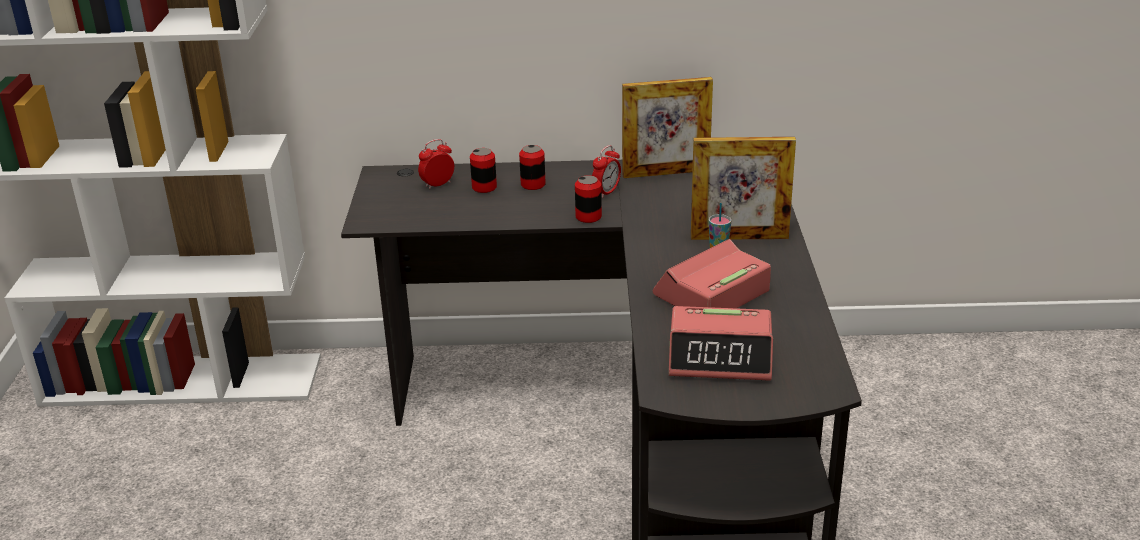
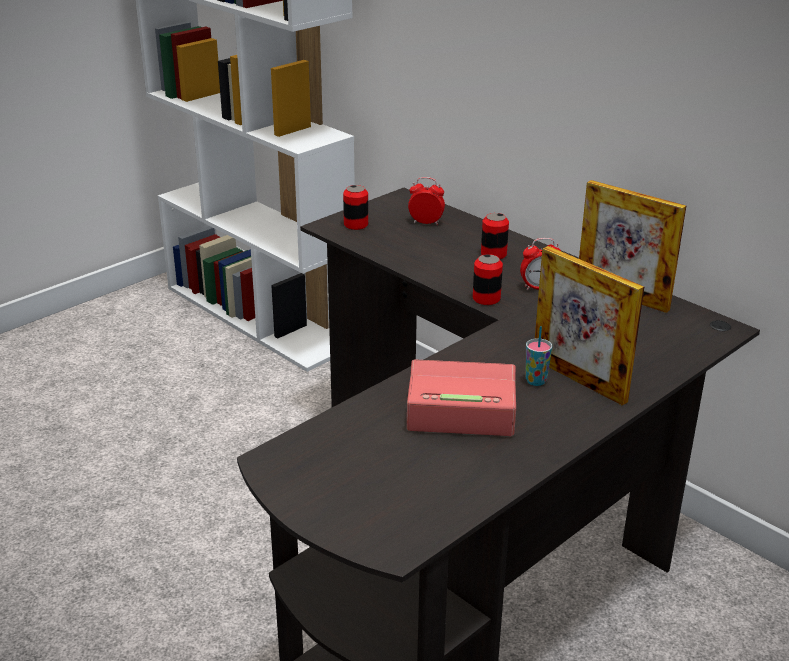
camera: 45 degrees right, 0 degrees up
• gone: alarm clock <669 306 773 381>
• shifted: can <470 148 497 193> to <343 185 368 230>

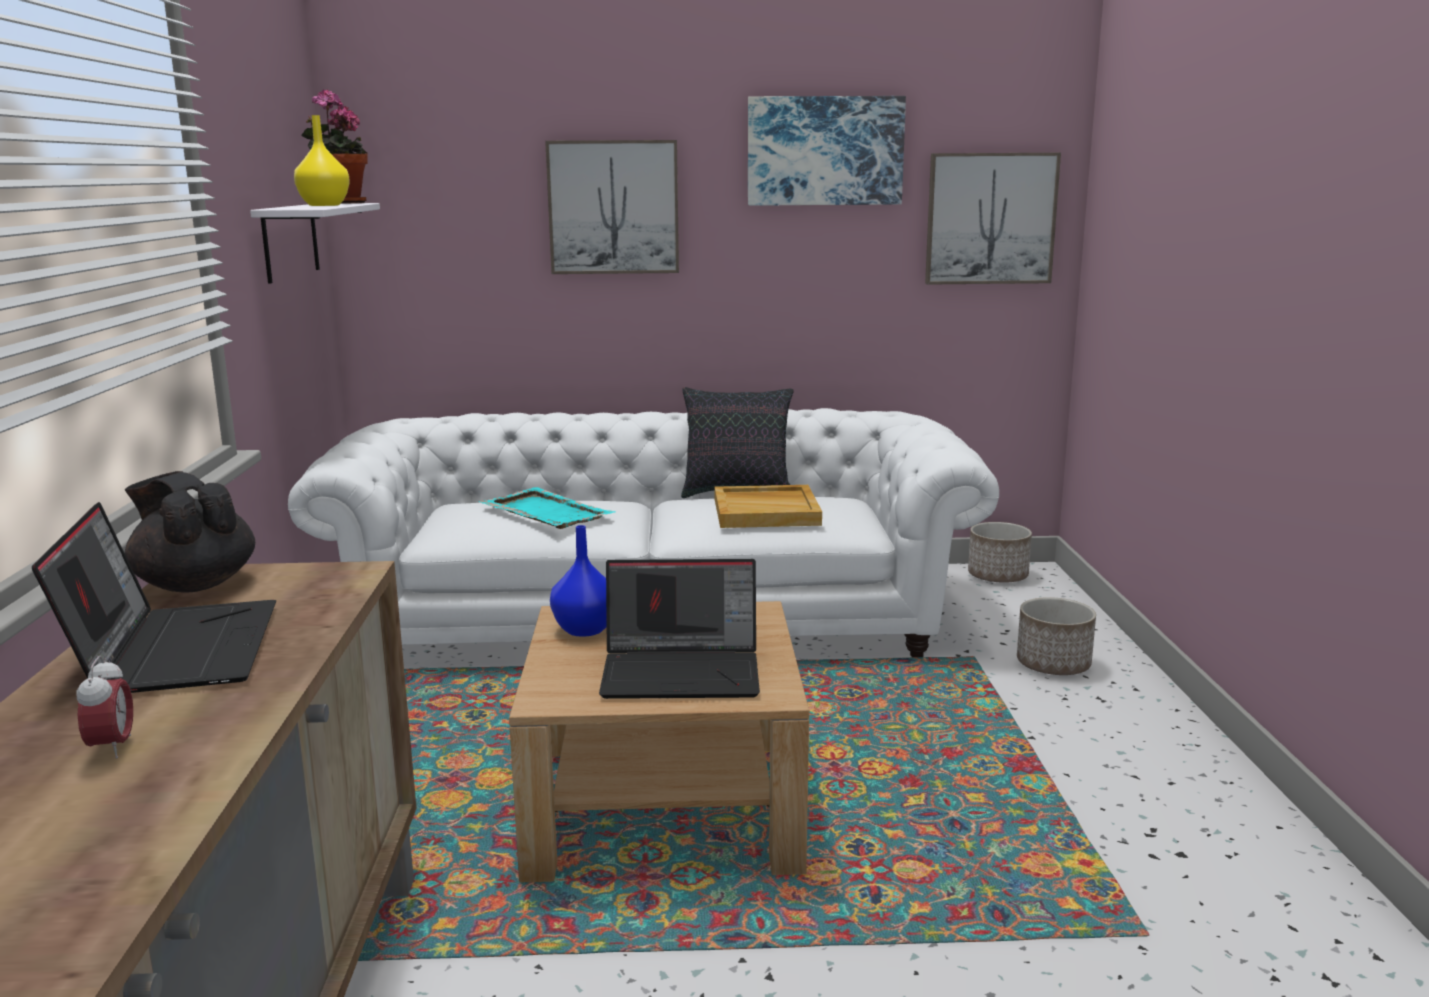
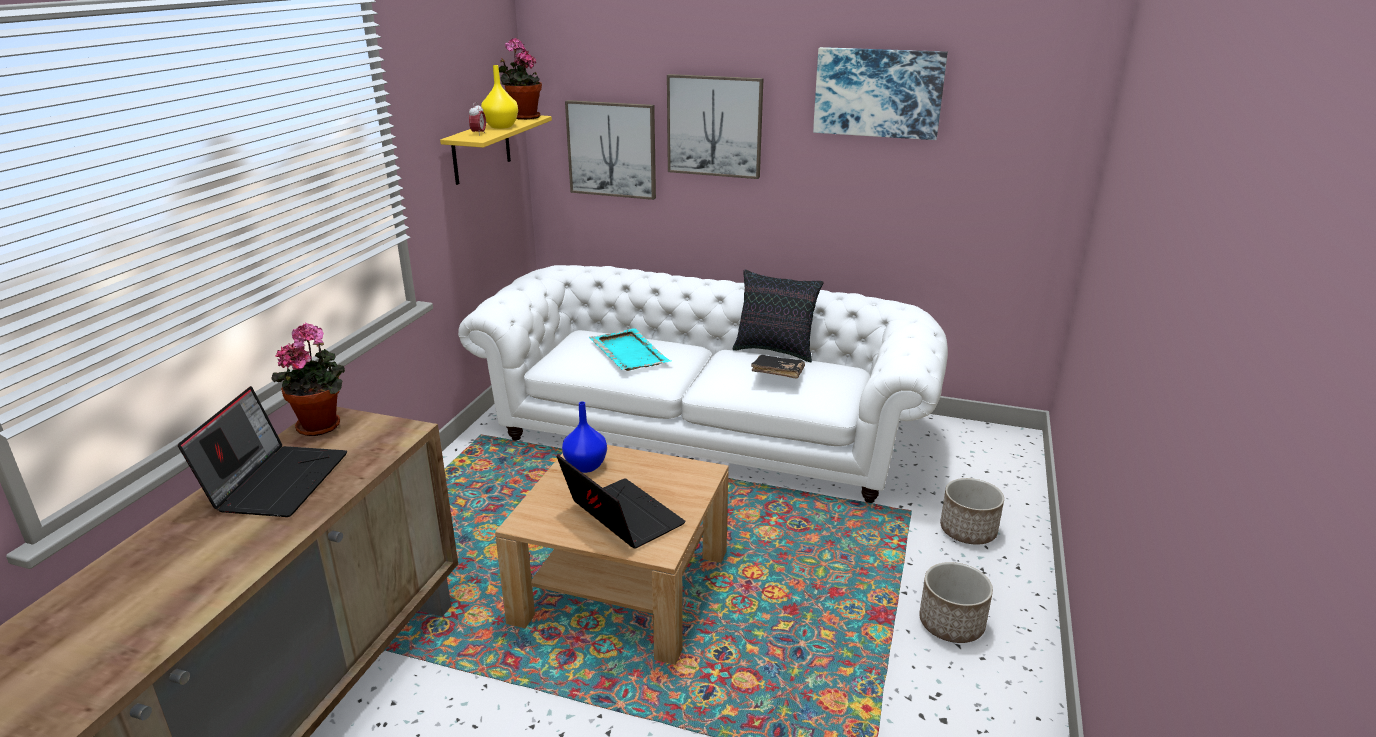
camera: 20 degrees right, 10 degrees up
• shifted: alarm clock <77 656 133 759> to <469 102 486 136>
• shifted: picture <925 153 1061 285> to <565 100 656 200>
• shifted: planter <968 522 1032 582> to <919 562 993 643>
• swapped: teapot in black <125 471 255 592> to potted plant <271 323 345 436>
• swapped: tray in beige <714 485 822 528> to book in black <751 354 805 379>
• repainted: shelf in white <250 203 380 284> to shelf in yellow <440 115 552 185>
• rotated: laptop <599 559 760 699> = <557 454 686 549> 150 degrees counterclockwise

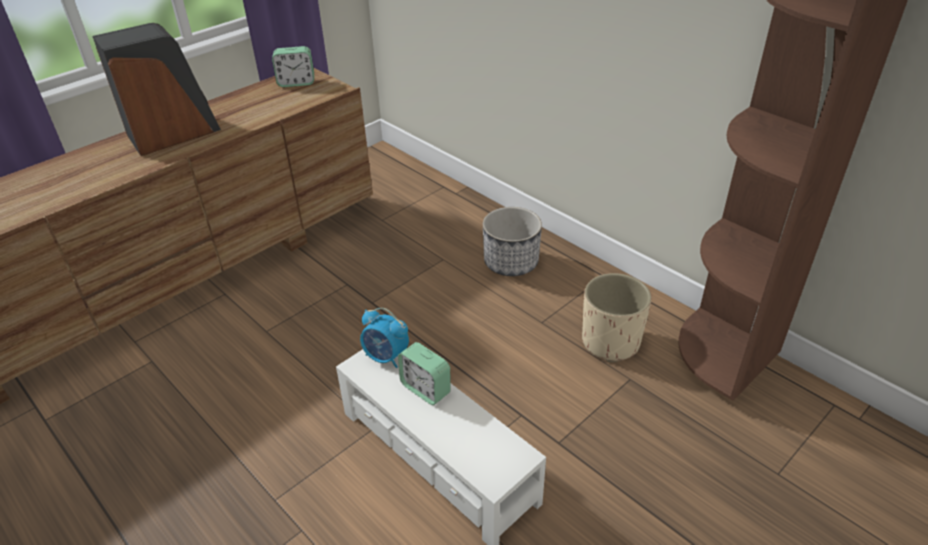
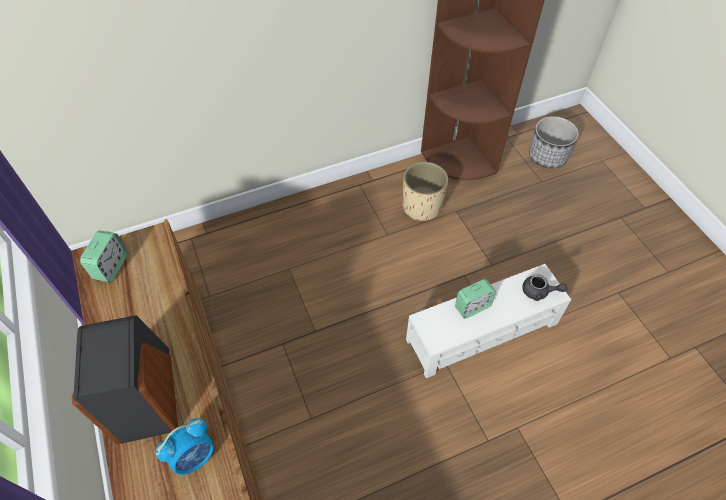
camera: 70 degrees left, 15 degrees up
• new: teapot in grey <522 274 568 301>
• shifted: alarm clock <360 308 409 368> to <155 418 215 476>
• shifted: planter <483 207 542 276> to <529 116 579 168>

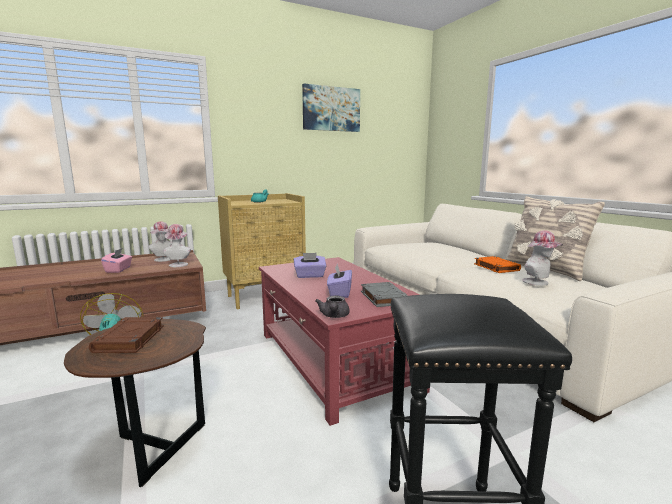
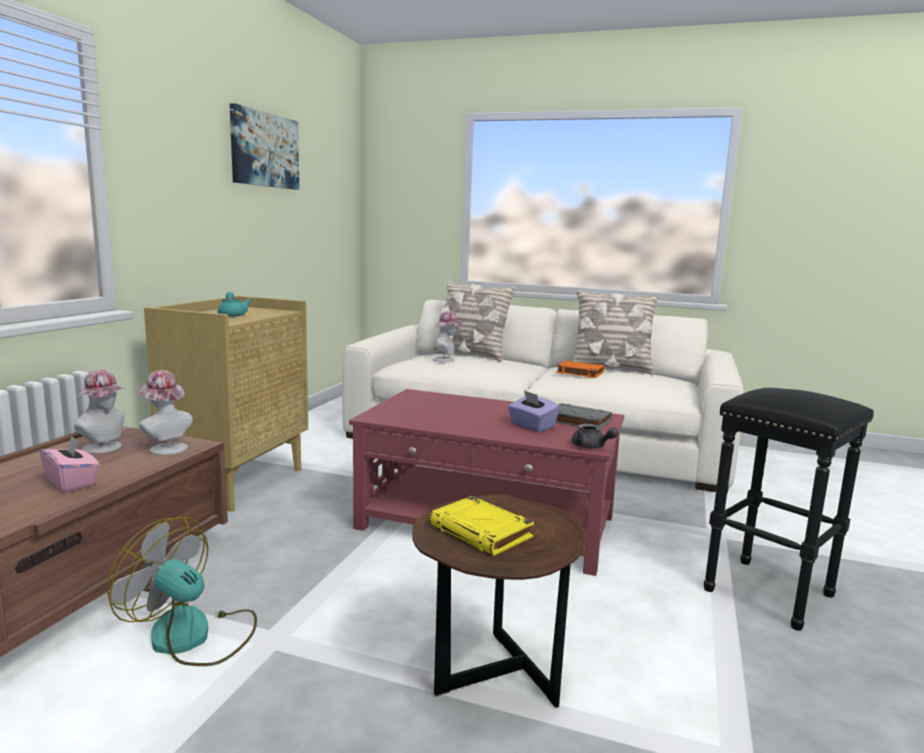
camera: 45 degrees left, 0 degrees up
• gone: tissue box in purple <294 253 326 278>
• new: pillow in beige <434 281 515 362>
• shifted: hat <522 230 563 286> to <433 311 463 362>
• repainted: book in brown <89 317 164 353> to book in yellow <429 496 534 556>

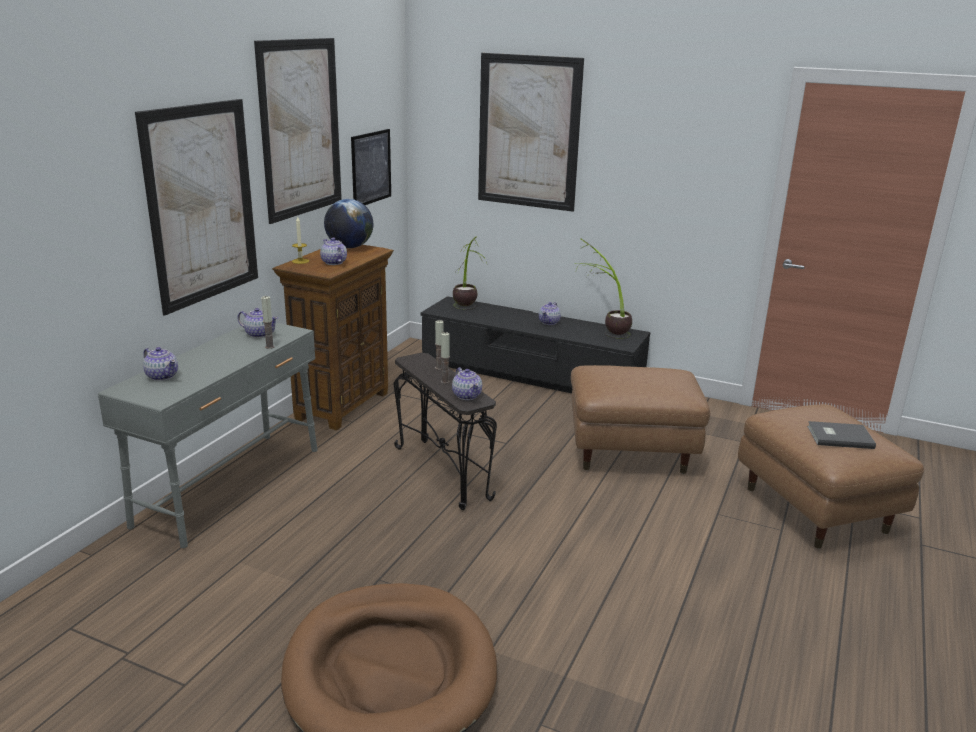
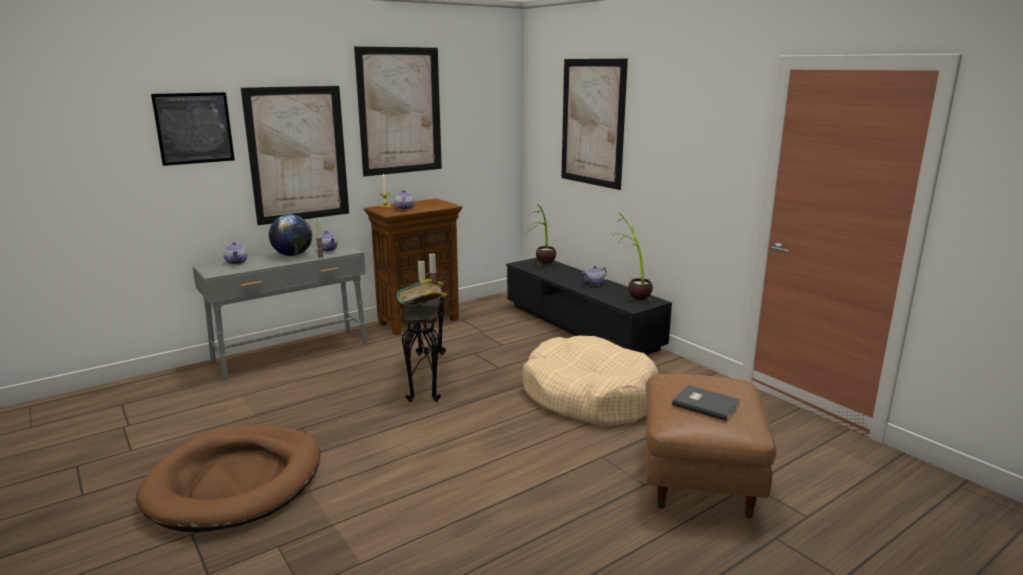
camera: 30 degrees right, 5 degrees down
• shifted: globe <324 199 373 248> to <269 215 312 256>
• shifted: picture <351 129 391 205> to <151 92 235 166>
• swapped: teapot <452 367 482 400> to book <397 279 447 306>
• swapped: ottoman in brown <571 365 710 474> to dog bed in beige <522 336 659 427>

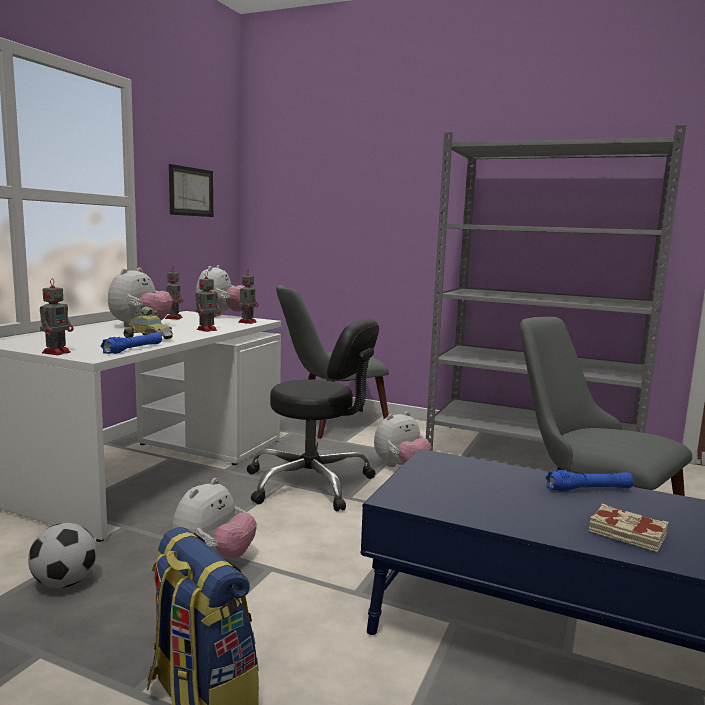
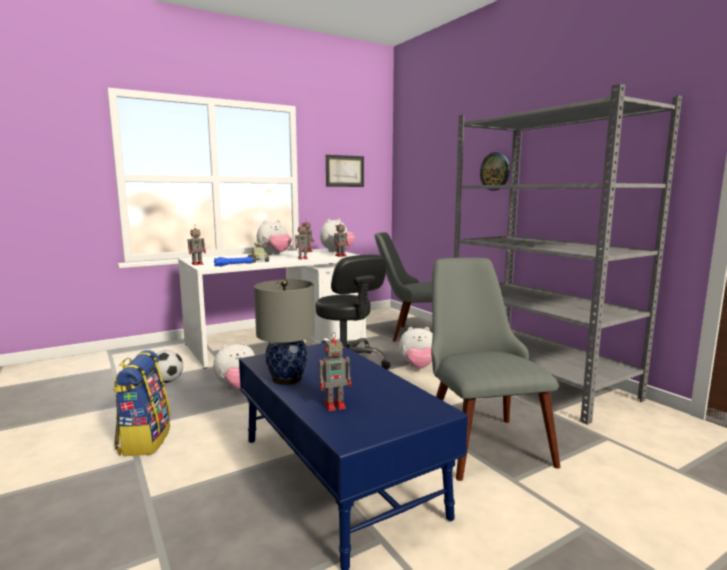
camera: 35 degrees right, 0 degrees up
• gone: flashlight in blue <545 470 633 492>
• new: table lamp in grey <254 279 315 385>
• new: wall clock <480 152 510 190>
• swapped: book in beige <589 504 669 552> to toy robot <319 332 351 411>

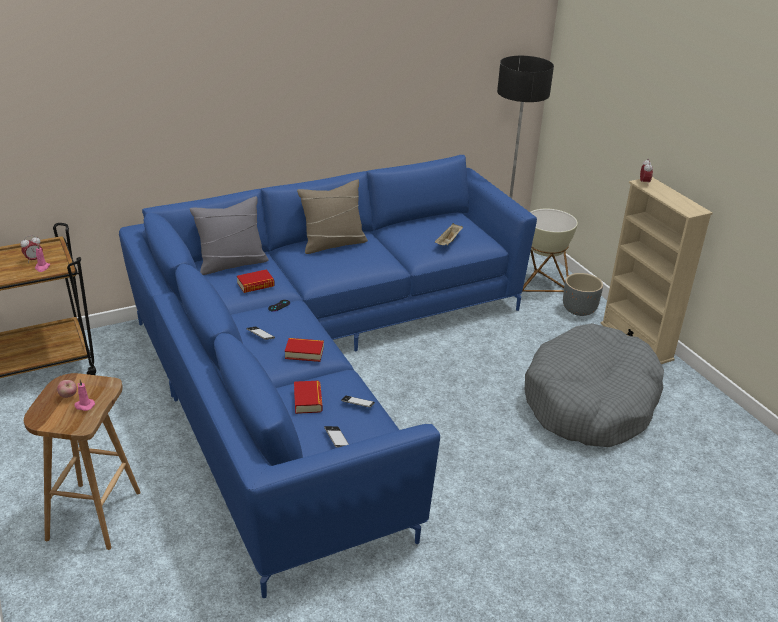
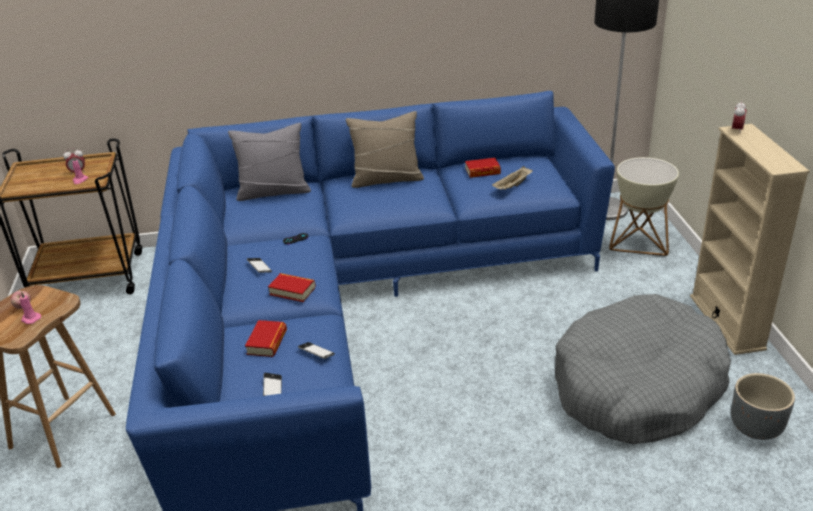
camera: 20 degrees right, 0 degrees up
• shifted: book <237 269 275 293> to <465 158 501 178>
• shifted: planter in grey <563 273 603 316> to <731 373 795 440>

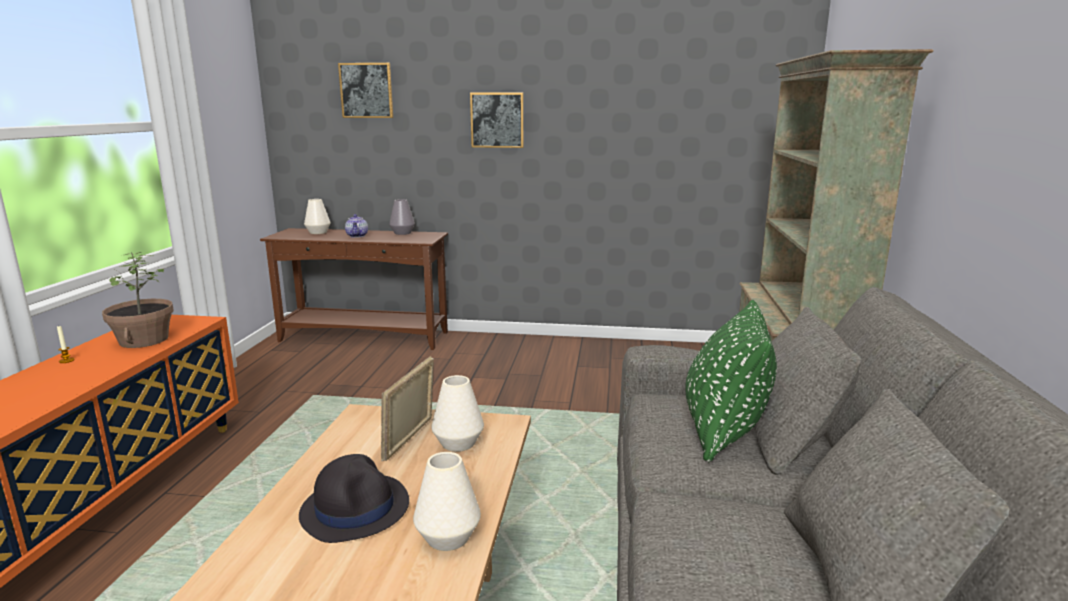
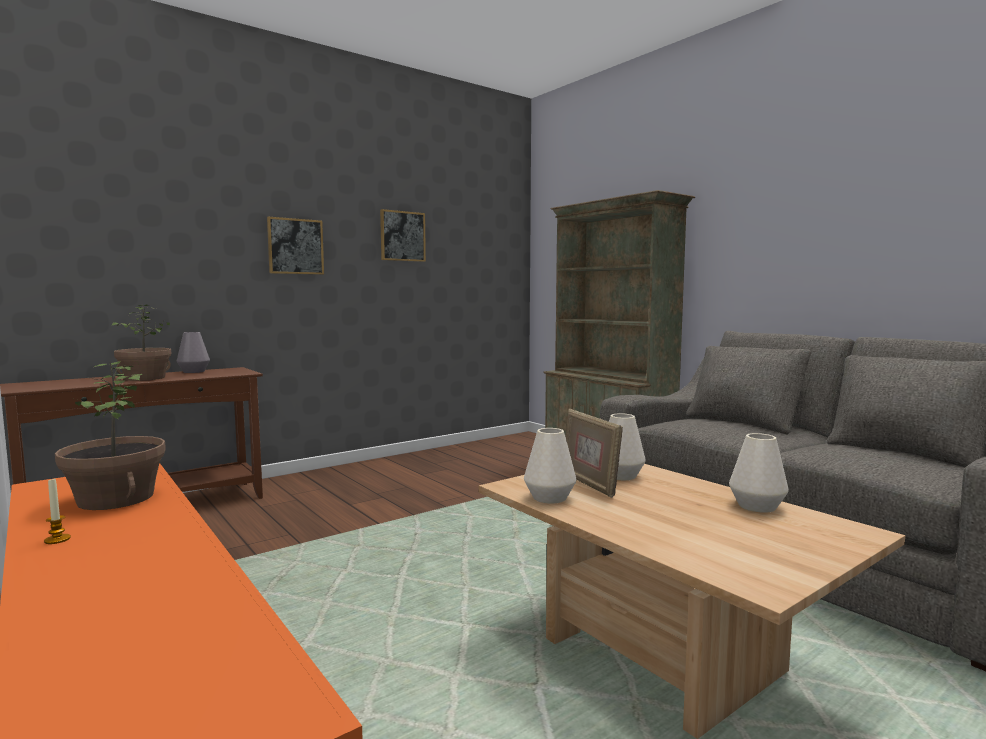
camera: 45 degrees left, 10 degrees down
• gone: hat in black <299 454 409 543>
• gone: pillow in green <685 300 777 462>
• shifted: vase in white <304 199 331 234> to <524 428 576 504>
• shifted: picture <338 63 393 118> to <380 209 426 262>
• swapped: teapot <345 214 368 238> to potted plant <112 305 171 381>

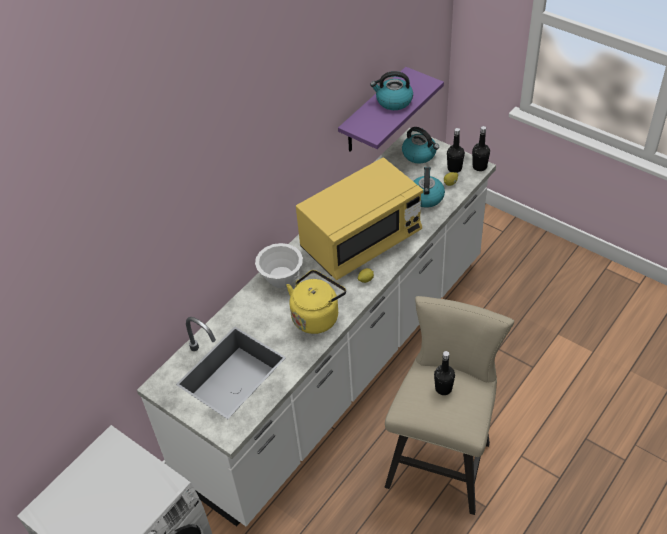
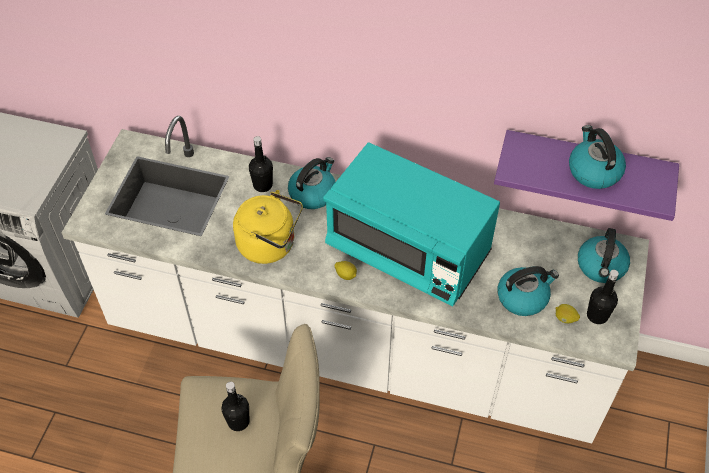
camera: 65 degrees right, 5 degrees up
• shifted: bottle in black <472 126 490 171> to <249 136 273 192>
• swapped: bowl in white <255 243 303 288> to kettle <288 157 335 209>
• repainted: microwave in yellow <296 157 423 280> to microwave in turquoise <323 142 500 306>

